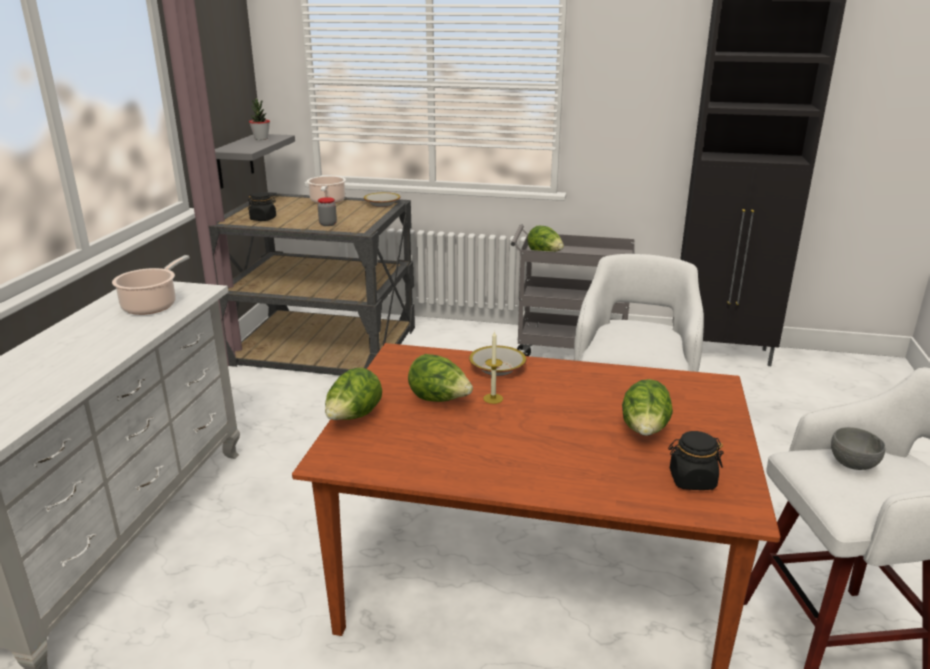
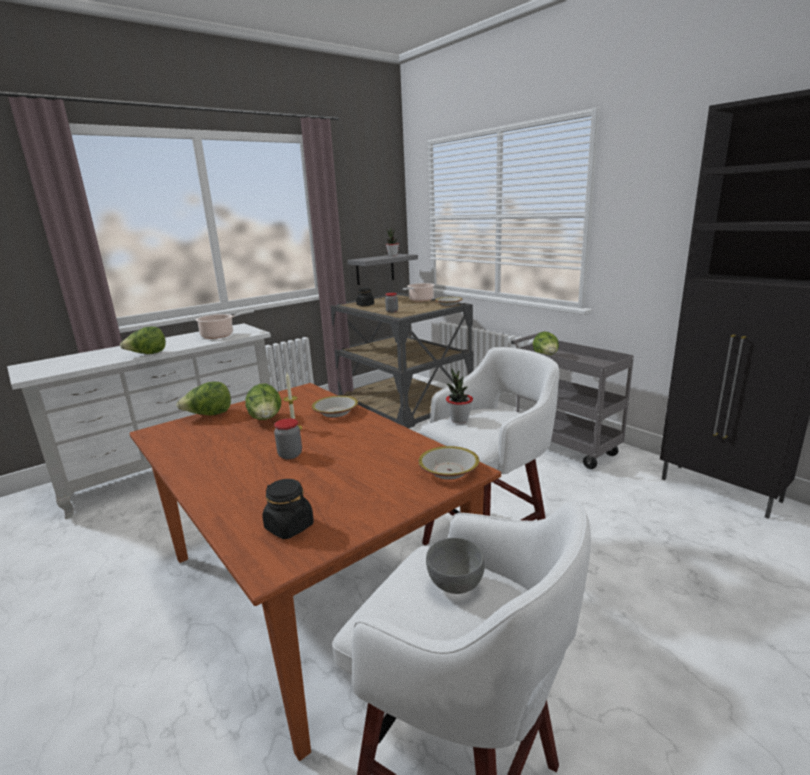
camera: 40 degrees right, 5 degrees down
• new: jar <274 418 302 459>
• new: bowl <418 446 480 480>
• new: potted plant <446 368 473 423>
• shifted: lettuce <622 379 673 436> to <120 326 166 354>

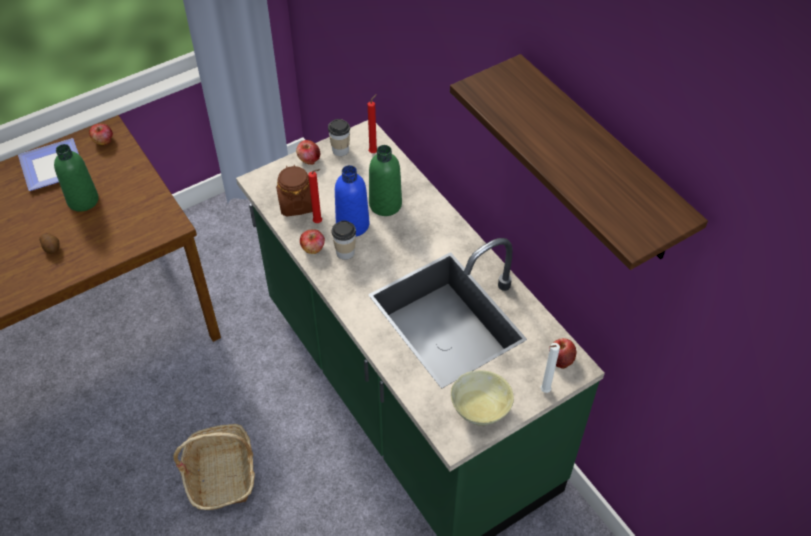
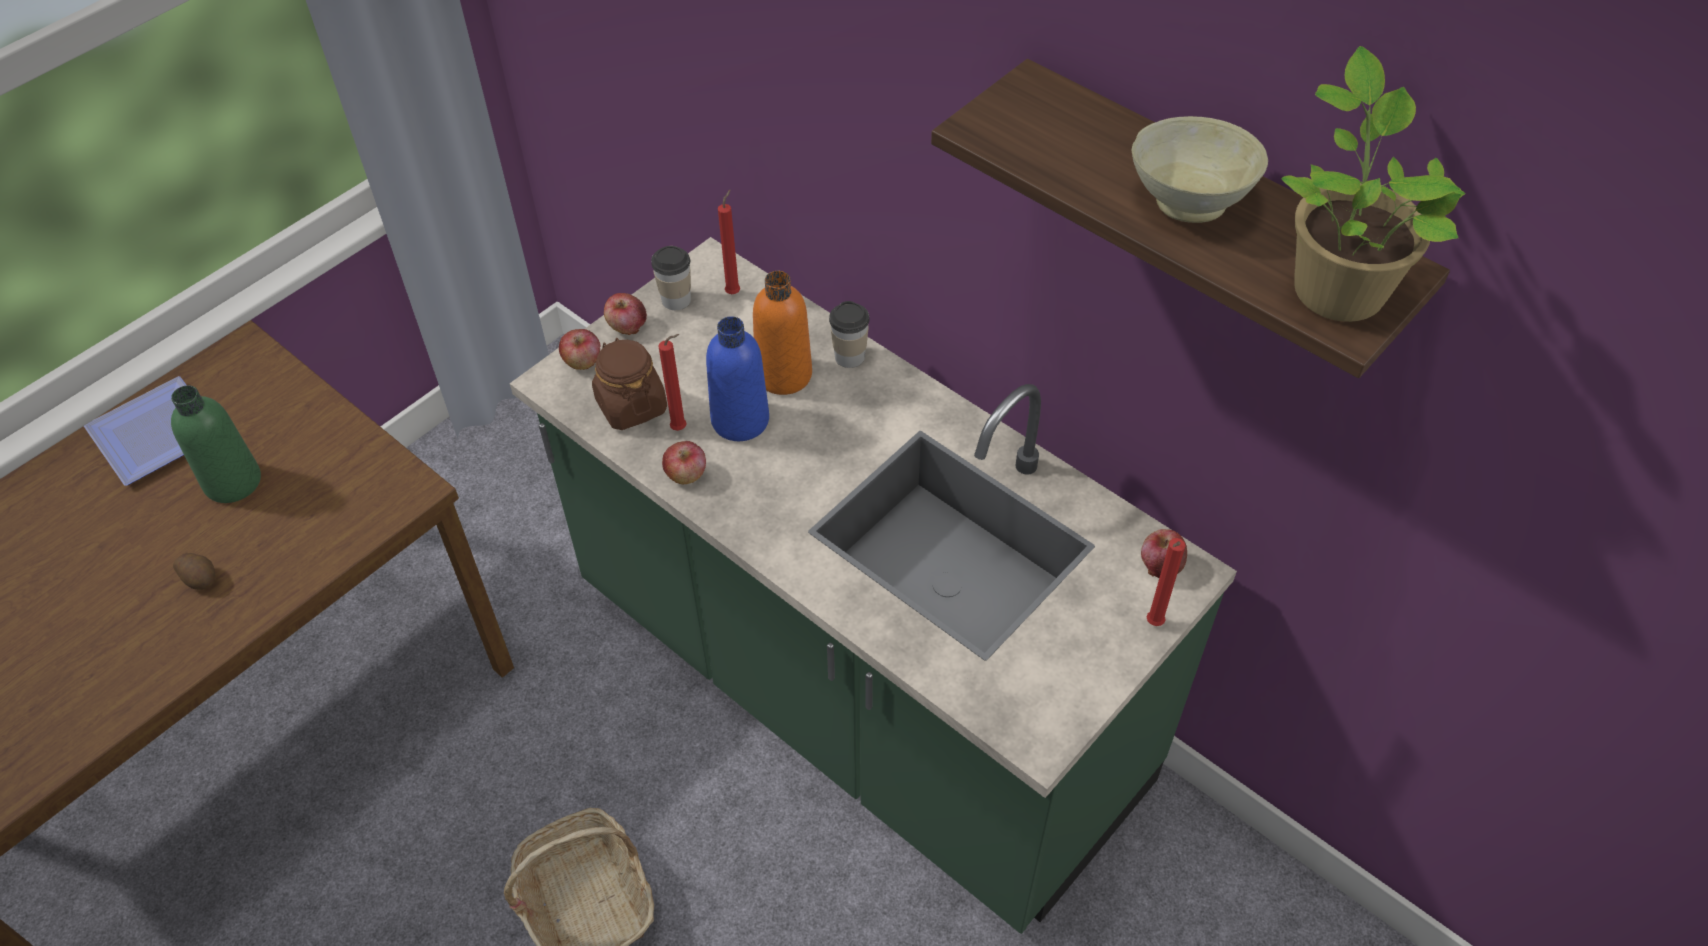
camera: 15 degrees left, 0 degrees up
• new: potted plant <1281 46 1466 322>
• shifted: apple <89 124 113 145> to <559 329 600 370>
• shifted: cup <332 220 356 260> to <829 301 870 368>
• shifted: bowl in beige <451 370 514 426> to <1131 116 1268 223>
• repainted: bottle in green <369 145 402 216> to bottle in orange <753 271 812 395>
• repainted: candle in white <540 343 560 393> to candle in red <1147 538 1186 626>

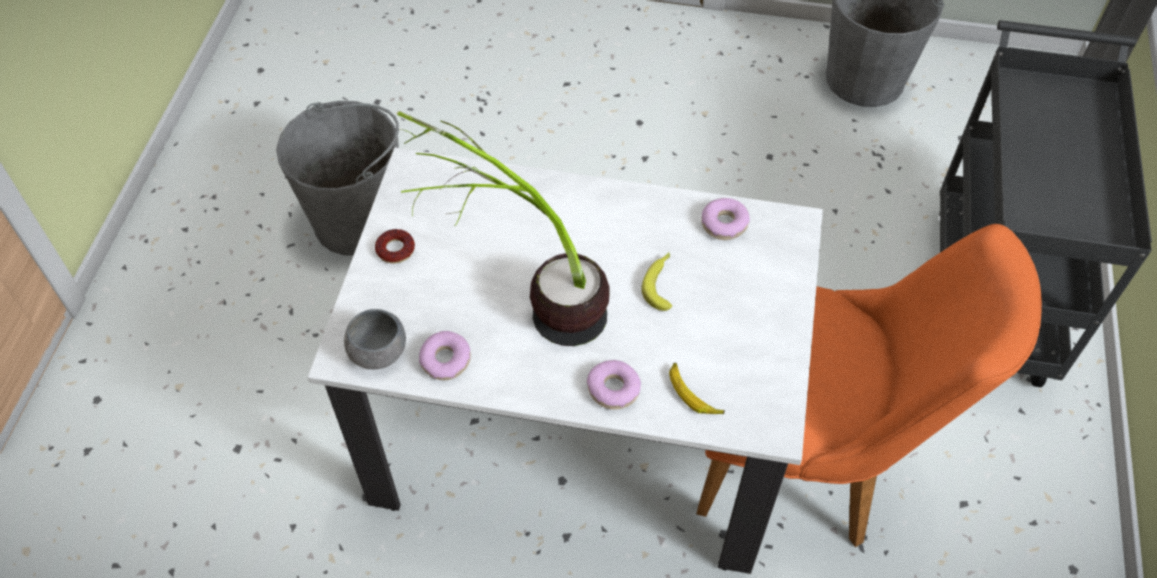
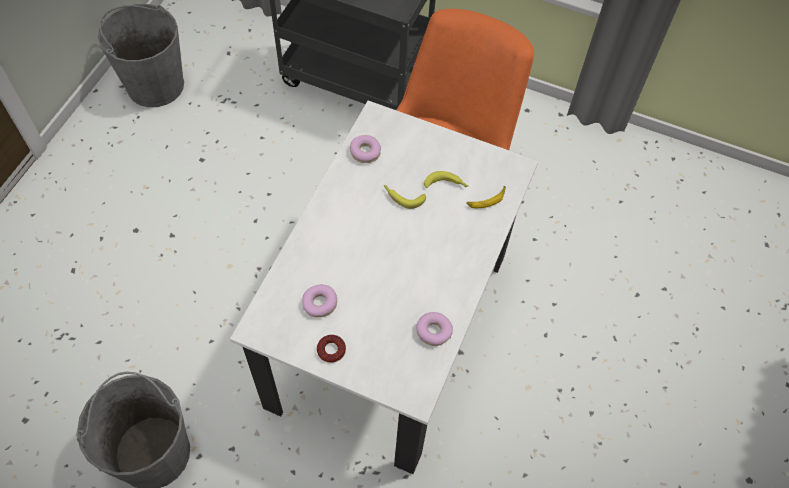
camera: 80 degrees left, 5 degrees up
• gone: bowl in grey <344 309 406 369>
• gone: potted plant <397 111 610 346>
• new: banana <424 171 468 188>
• shifted: donut <587 360 641 410> to <302 284 337 318>

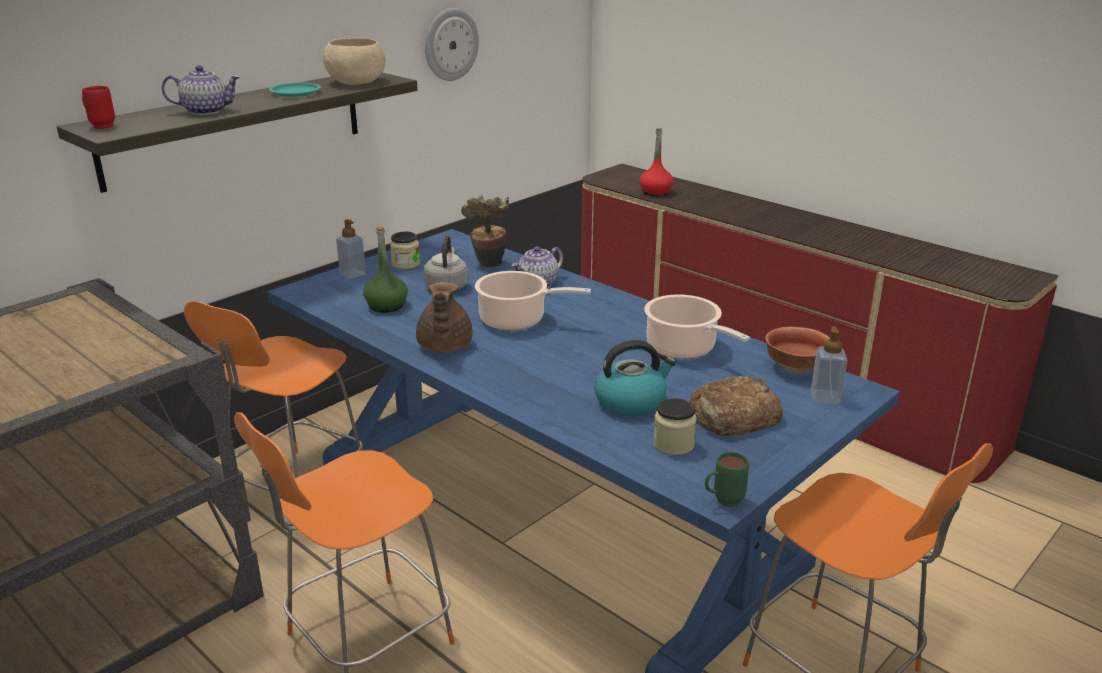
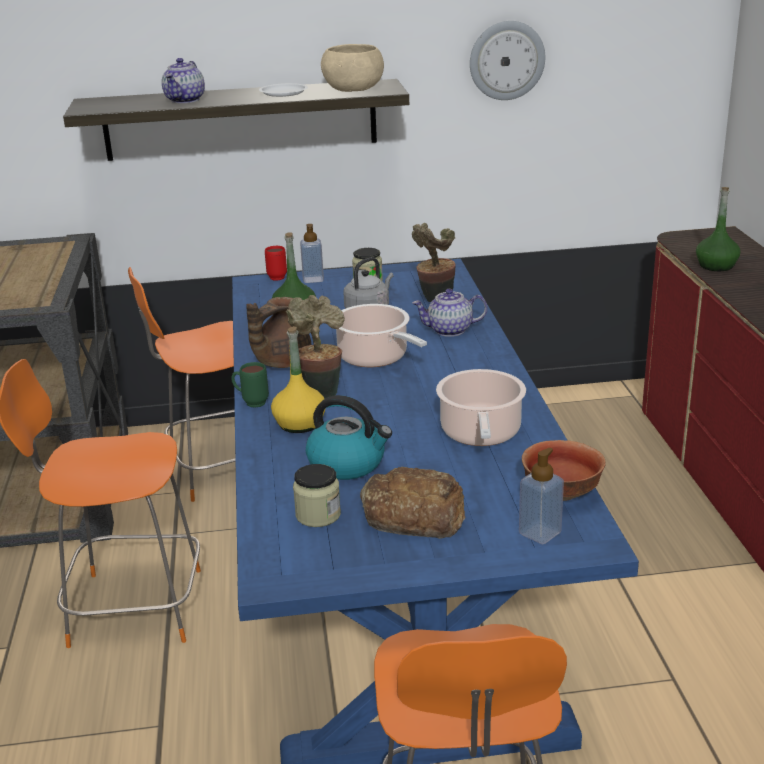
camera: 40 degrees right, 0 degrees up
• new: bottle in yellow <271 326 326 433>
• new: potted plant <286 295 345 399>
• shifted: mug in red <82 86 115 129> to <265 246 287 280>
• shifted: mug in green <705 452 749 507> to <231 362 269 408>
• repainted: plate in turquoise <269 82 321 97> to plate in white <259 83 308 97>
• repainted: bottle in red <639 128 674 196> to bottle in green <696 187 740 271>
• rotated: teapot <162 65 241 115> = <162 58 205 103> 75 degrees clockwise

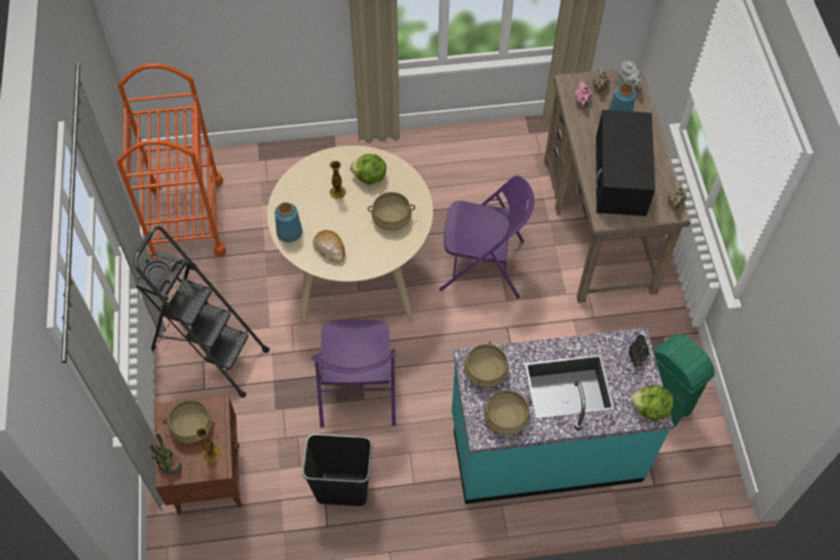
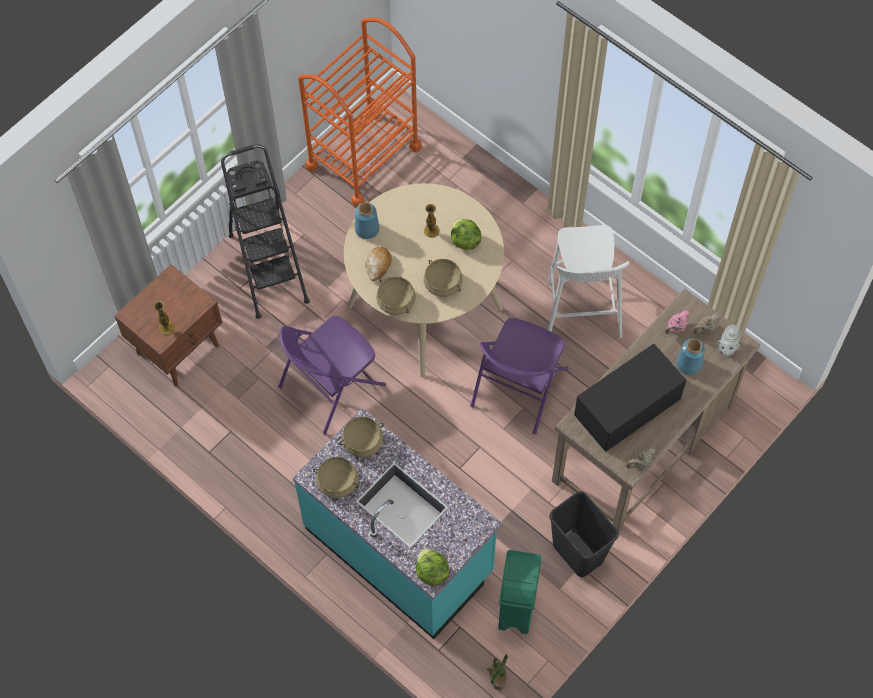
camera: 50 degrees right, 5 degrees up
• gone: teapot in black <628 334 649 367>
• new: stool in white <548 225 630 338>
• shifted: potted plant <150 434 182 475> to <486 654 508 690>
• shifted: cooking pot in beige <163 400 215 444> to <376 276 416 315>
• shifted: trash can in black <302 434 373 506> to <549 491 619 577>
• rotated: chair in purple <440 175 534 299> = <470 318 569 435> 60 degrees clockwise

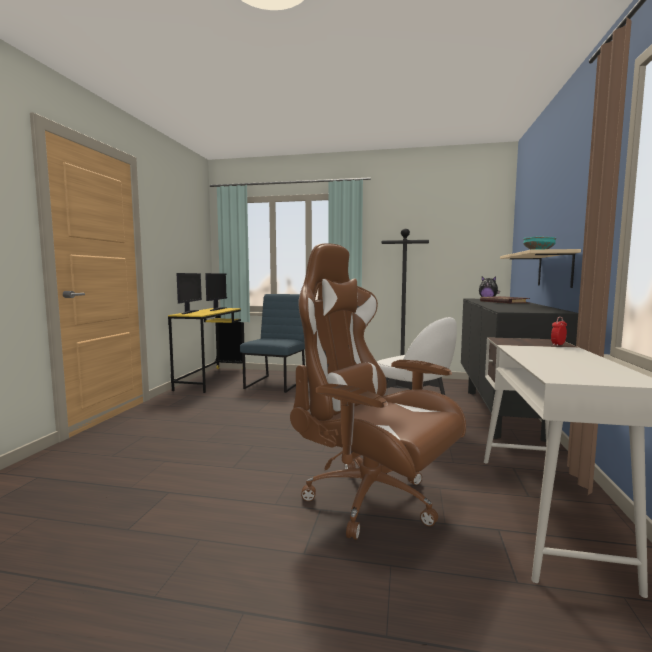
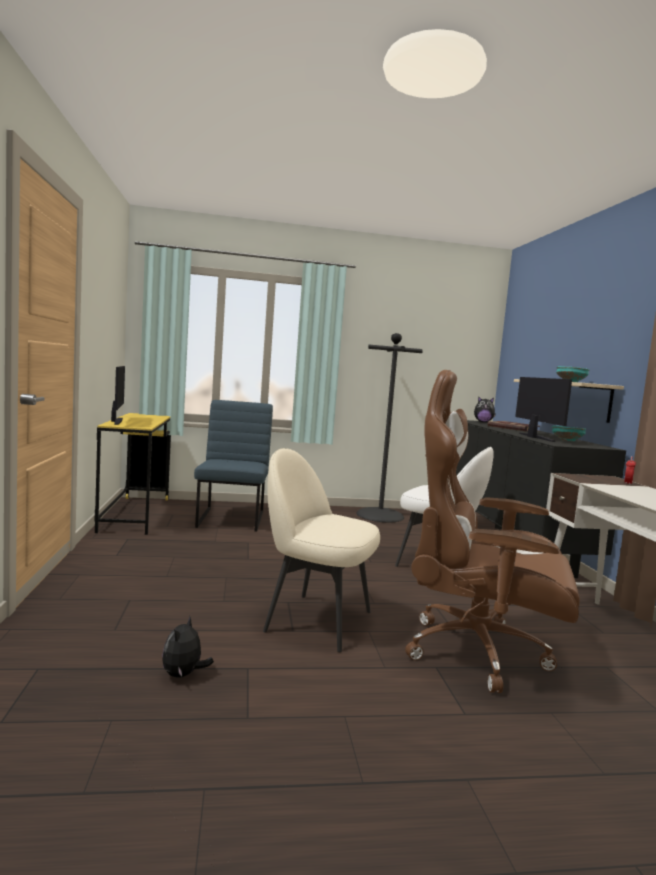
camera: 20 degrees left, 0 degrees up
• new: plush toy <162 616 214 678>
• new: chair in beige <263 448 380 652>
• new: bowl in turquoise <552 426 586 441>
• shifted: monitor <205 273 227 311> to <515 377 572 442>

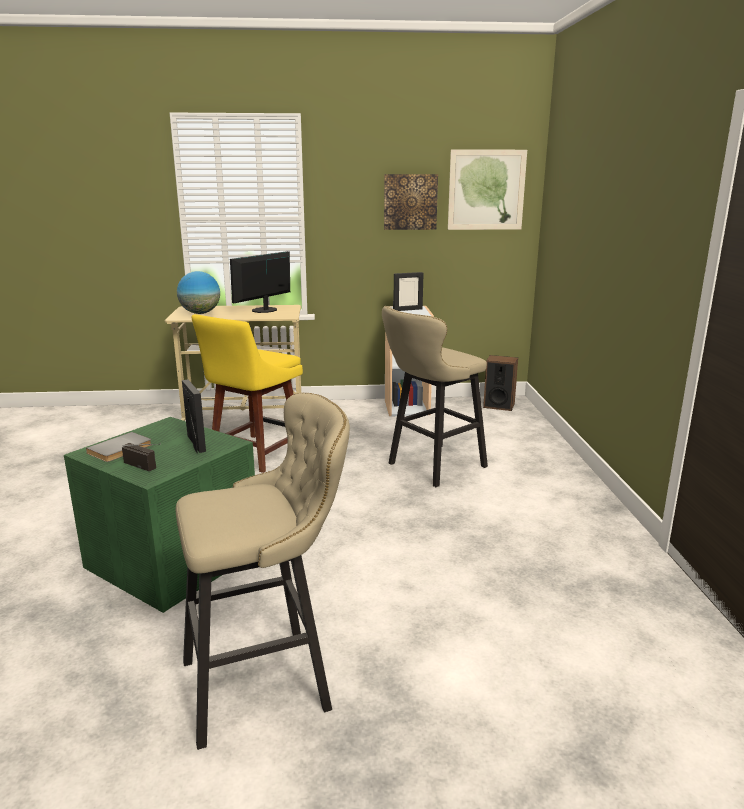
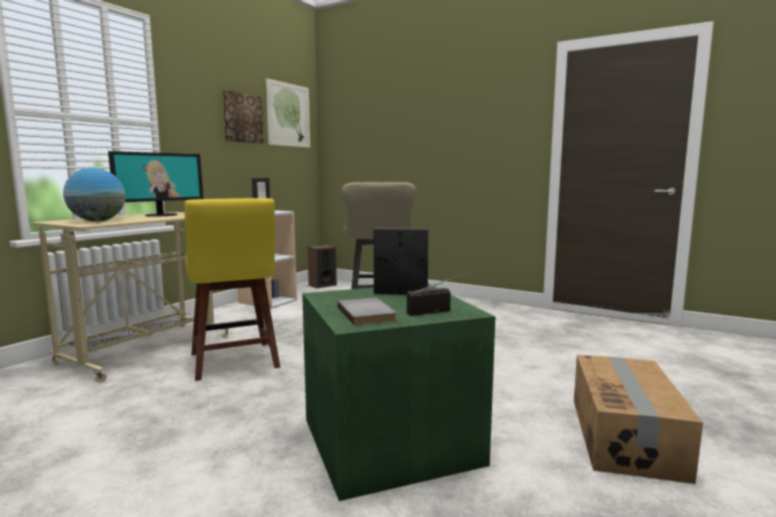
camera: 55 degrees left, 10 degrees down
• swapped: stool in beige <176 393 350 750> to cardboard box <574 355 703 484>
• rotated: monitor <230 251 290 313> = <108 151 204 217> 120 degrees counterclockwise

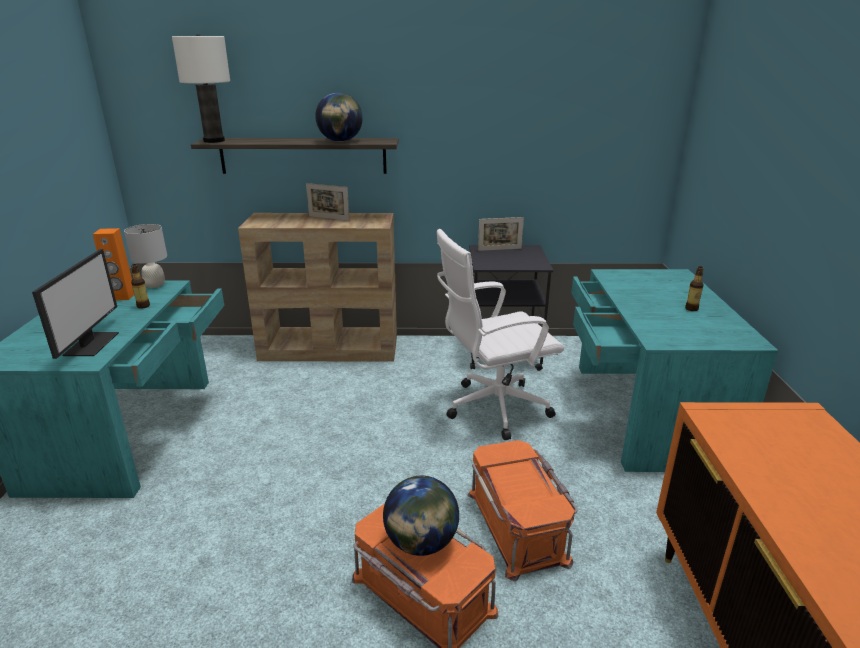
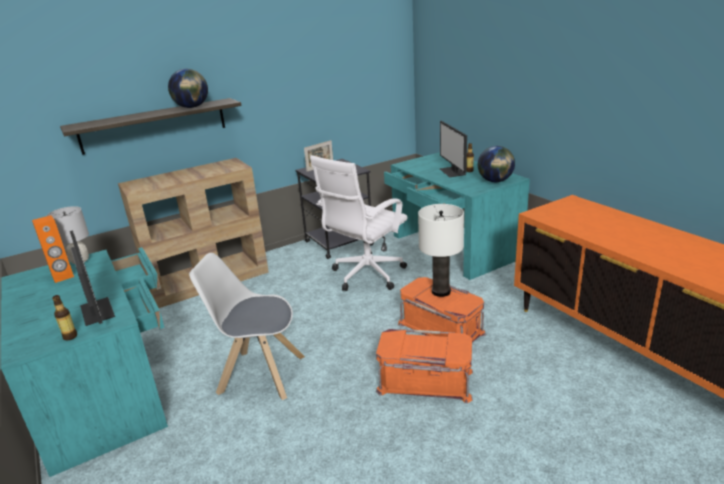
camera: 30 degrees left, 0 degrees up
• gone: picture frame <306 183 350 221>
• new: chair <189 253 305 400>
• new: monitor <440 121 467 177>
• shifted: bottle <131 264 150 309> to <52 295 77 340>
• shifted: table lamp in white <172 34 230 143> to <418 204 464 297>
• shifted: globe <383 476 459 556> to <478 146 515 182>

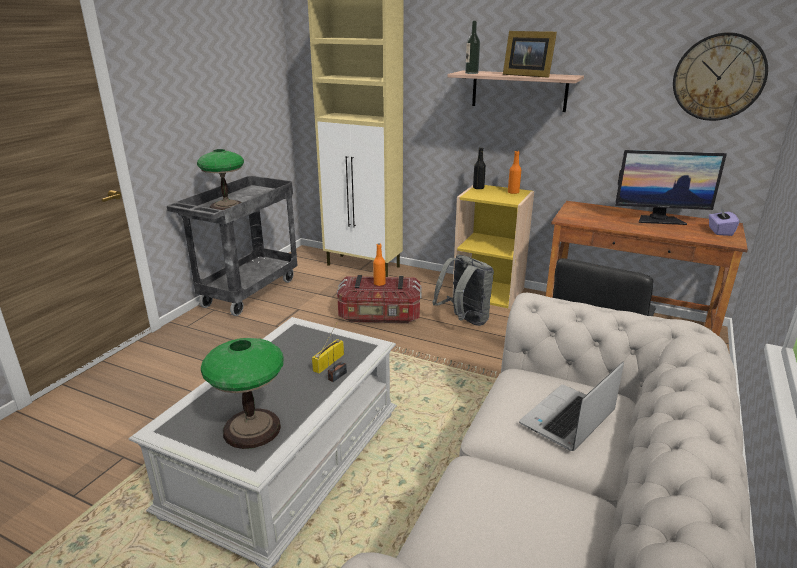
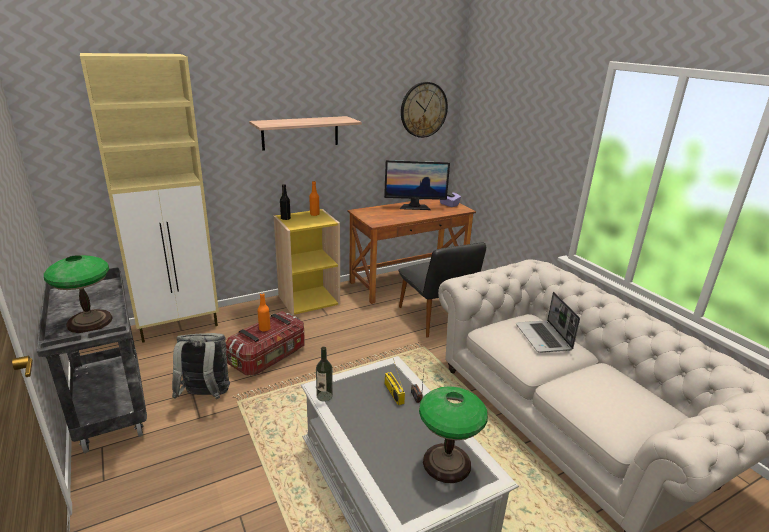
camera: 55 degrees left, 0 degrees up
• gone: picture frame <503 31 557 78>
• shifted: backpack in grey <432 254 494 326> to <172 333 230 399>
• shifted: bottle <465 21 480 74> to <316 347 333 402>
• rotated: monitor <615 150 727 225> = <384 160 450 210> 45 degrees clockwise

